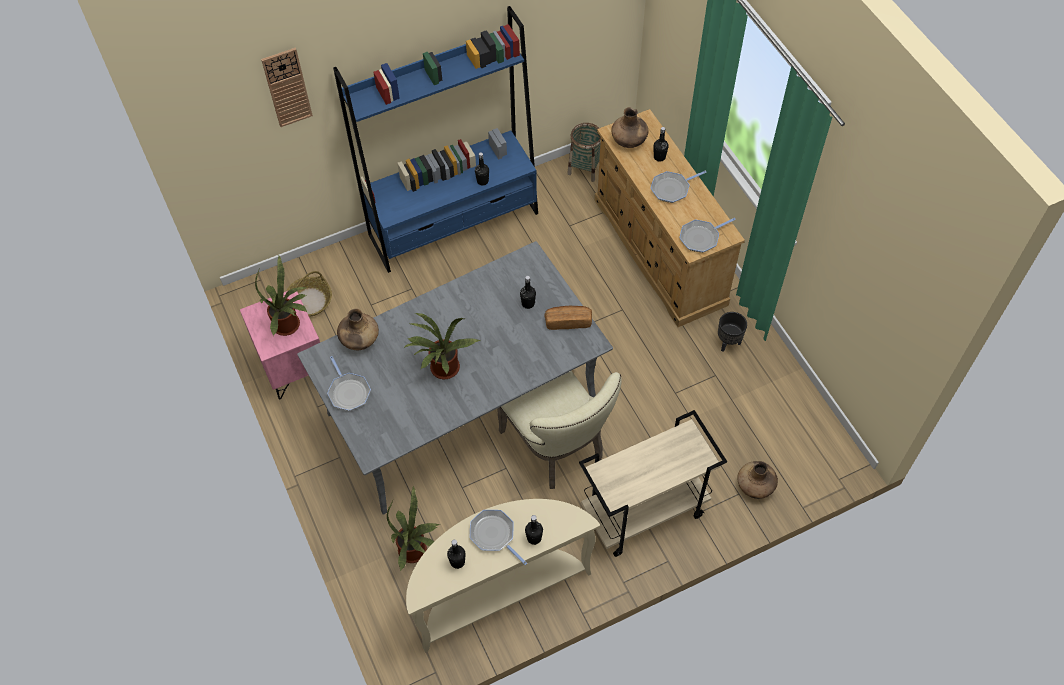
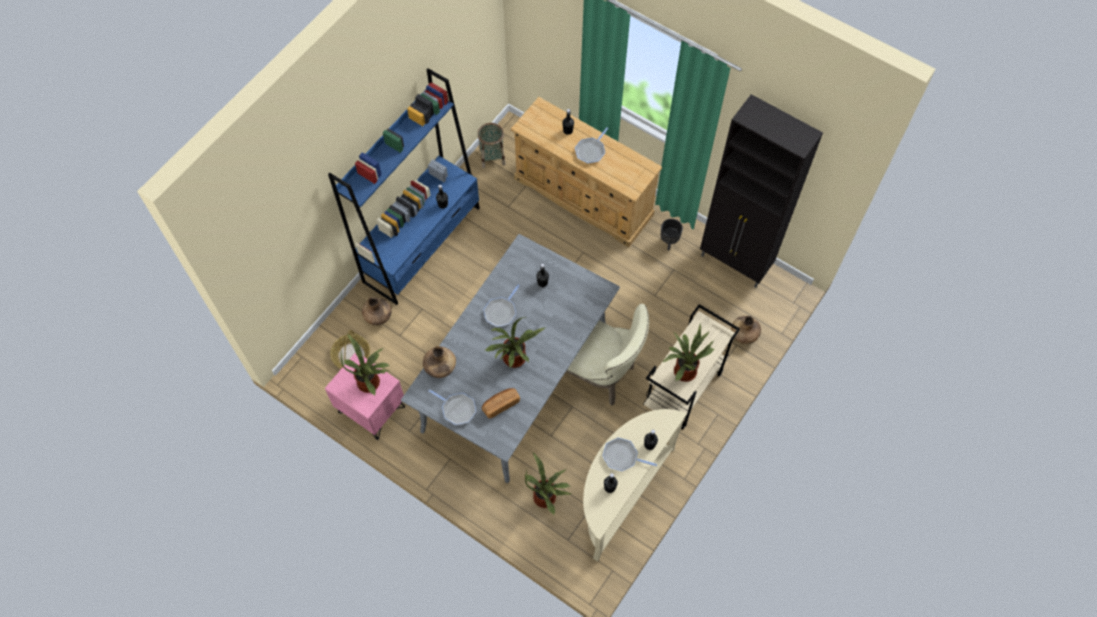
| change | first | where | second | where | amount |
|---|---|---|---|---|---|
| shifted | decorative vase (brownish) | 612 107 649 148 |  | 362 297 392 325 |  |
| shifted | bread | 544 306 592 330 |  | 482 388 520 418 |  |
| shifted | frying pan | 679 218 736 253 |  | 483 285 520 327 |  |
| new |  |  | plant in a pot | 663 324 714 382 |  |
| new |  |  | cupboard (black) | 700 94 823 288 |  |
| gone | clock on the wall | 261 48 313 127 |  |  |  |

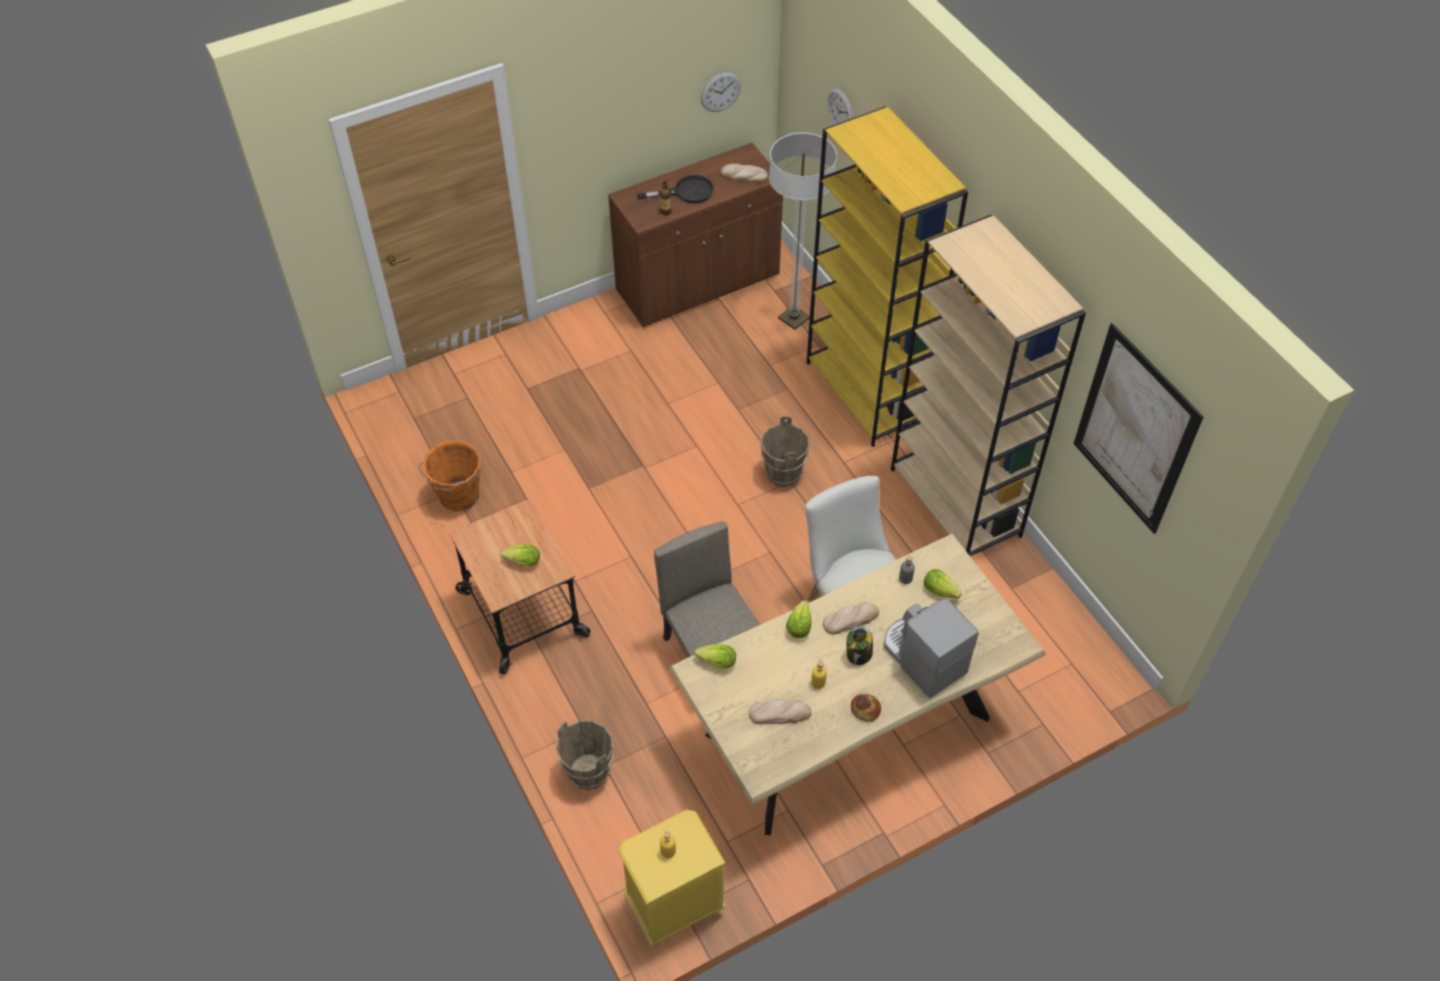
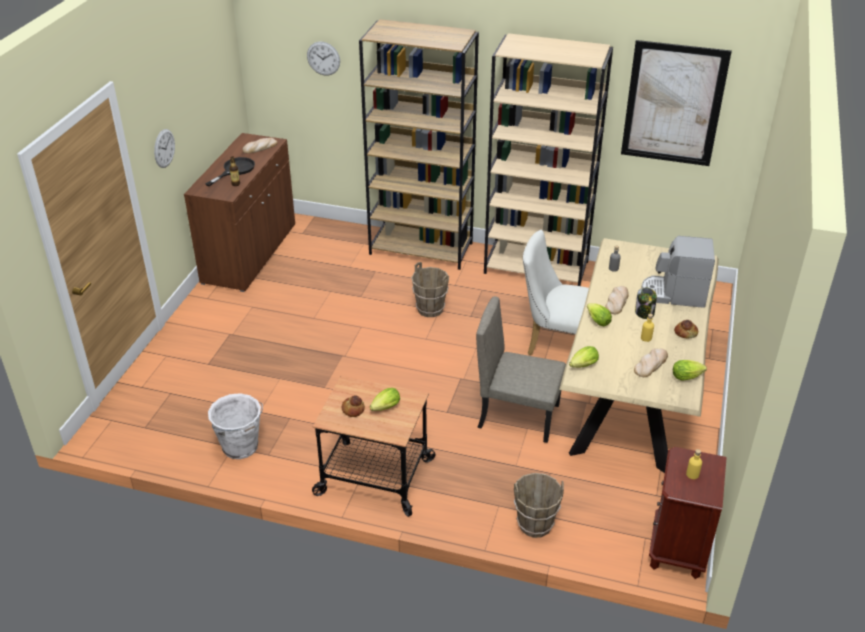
| change | first | where | second | where | amount |
|---|---|---|---|---|---|
| shifted | clock on the wall | 701 72 741 112 |  | 154 129 175 168 |  |
| repainted | bucket (orange) | 419 440 481 511 | bucket (white-coloured) | 208 393 263 459 |  |
| new |  |  | bread | 342 395 365 417 |  |
| repainted | bookcase (yellow) | 807 106 968 447 | bookcase (brownish) | 359 19 479 270 |  |
| repainted | night table (yellow) | 618 809 726 947 | night table (brownish) | 649 447 727 579 |  |
| shifted | lettuce | 924 569 962 599 |  | 673 360 707 380 |  |
| gone | standing lamp | 769 133 837 330 |  |  |  |

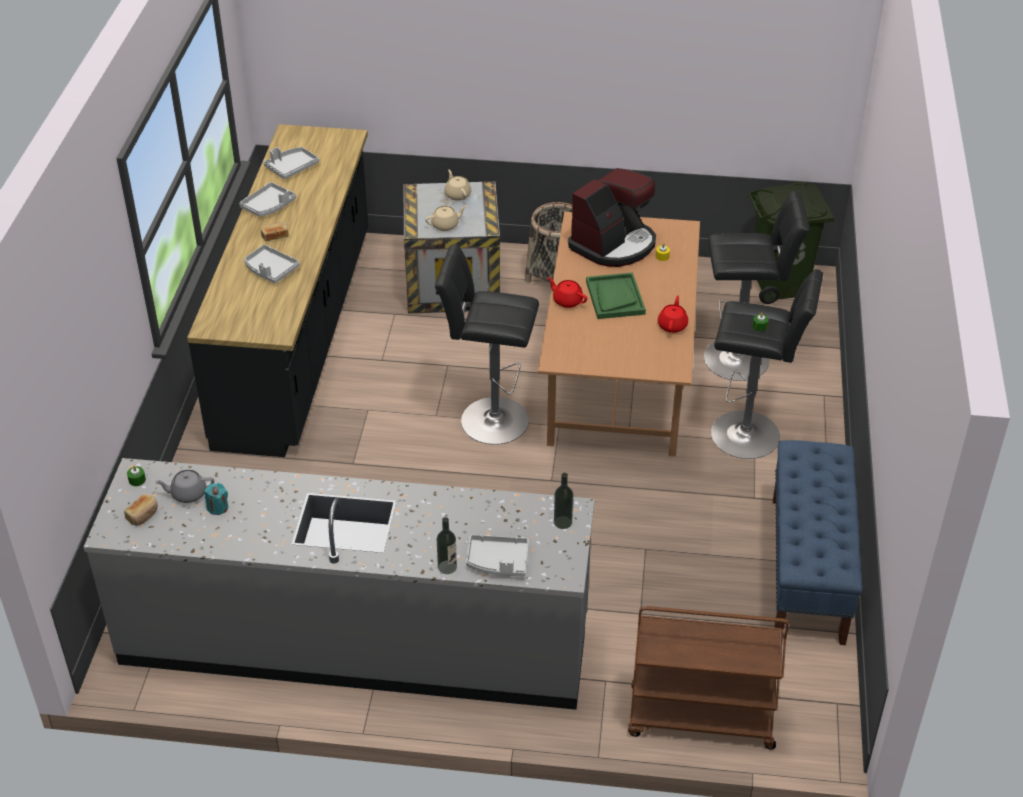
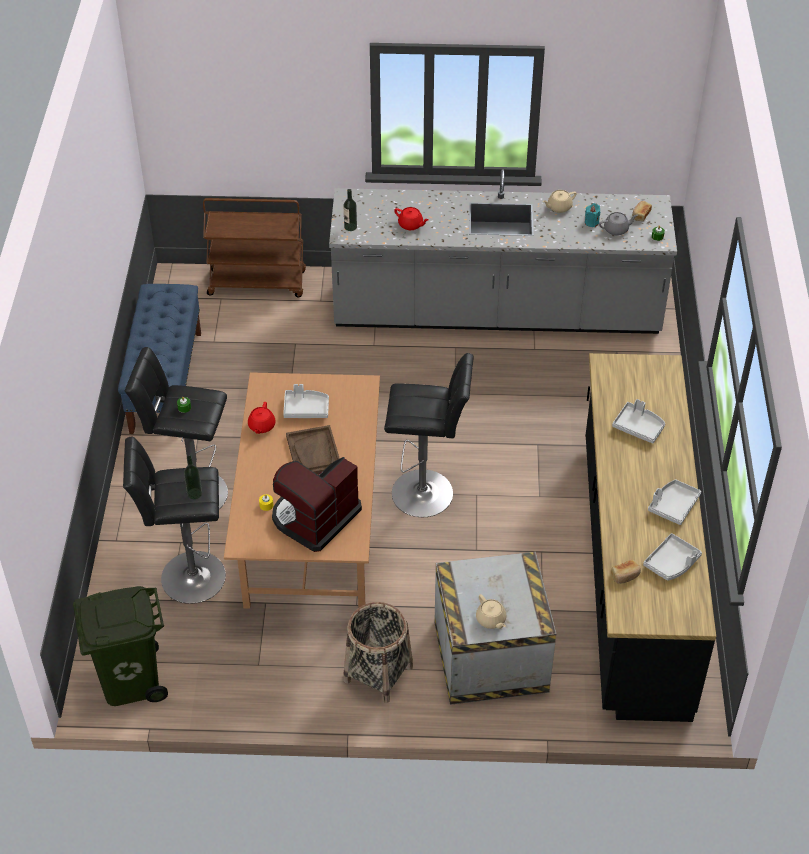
| change | first | where | second | where | amount |
|---|---|---|---|---|---|
| shifted | beverage bottle | 437 517 457 574 |  | 184 456 202 499 |  |
| shifted | serving tray (gray) | 466 535 529 577 |  | 283 384 329 418 |  |
| repainted | serving tray (greenish) | 586 272 646 319 | serving tray (brownish) | 286 425 340 475 |  |
| shifted | teapot (red-coloured) | 547 277 587 308 |  | 394 207 429 230 |  |
| shifted | teapot (beige-coloured) | 425 206 467 231 |  | 543 190 577 213 |  |
| shifted | bread | 261 222 289 241 |  | 611 559 641 584 |  |

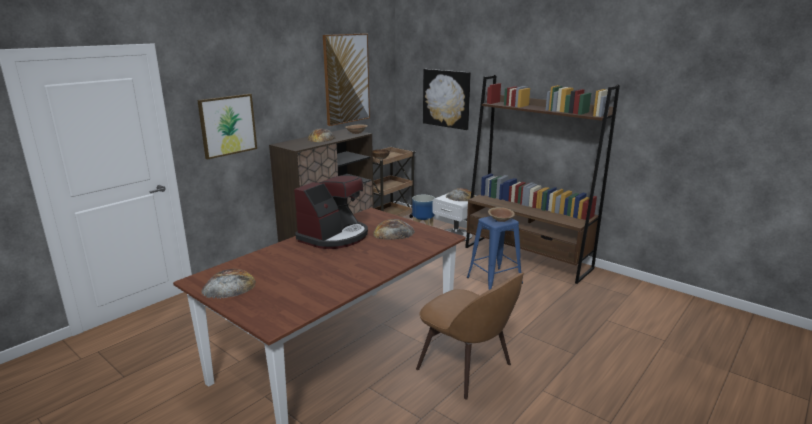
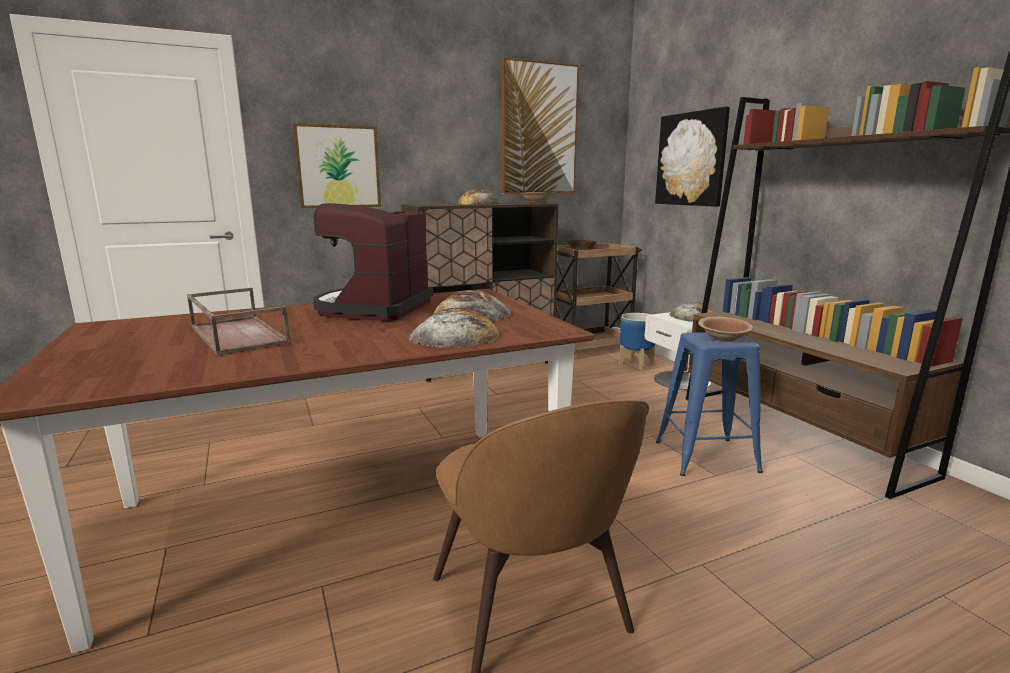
| change | first | where | second | where | amount |
|---|---|---|---|---|---|
| new |  |  | serving tray (brownish) | 187 288 291 355 |  |
| rotated | coffee brewer | 294 176 368 249 |  | 313 203 433 321 | 135 degrees clockwise |
| shifted | bread | 201 269 256 299 |  | 409 308 499 348 |  |

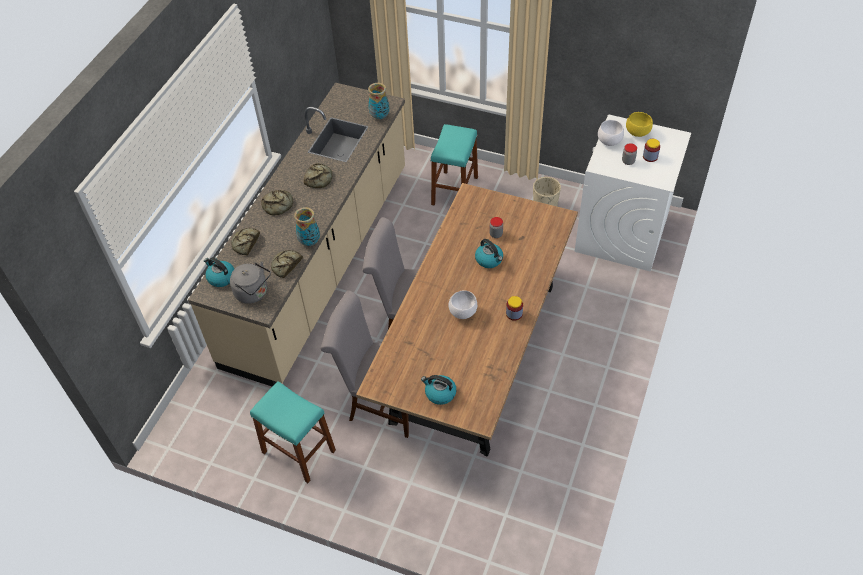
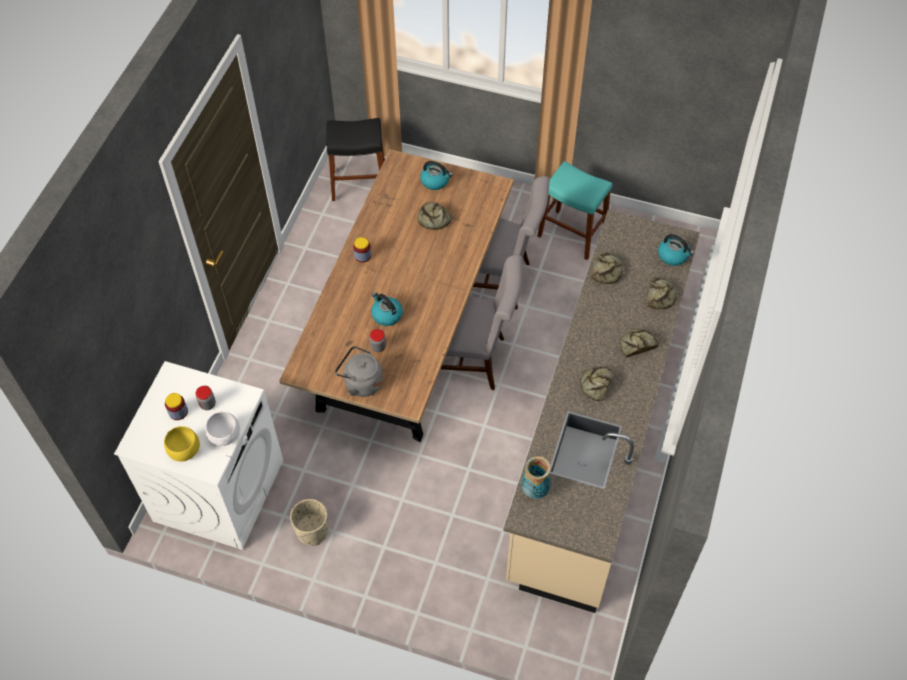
| change | first | where | second | where | amount |
|---|---|---|---|---|---|
| new |  |  | stool (black) | 326 118 385 201 |  |
| shifted | tea kettle (gray) | 230 262 271 304 |  | 335 346 383 397 |  |
| new |  |  | bread | 418 202 452 230 |  |
| gone | decorative vase | 294 207 320 246 |  |  |  |
| gone | stool (turquoise) | 431 124 478 206 |  |  |  |
| gone | bowl (white-coloured) | 448 290 477 319 |  |  |  |

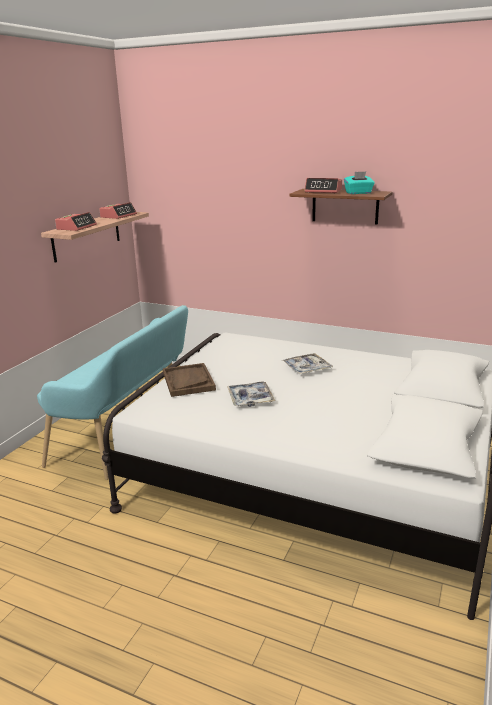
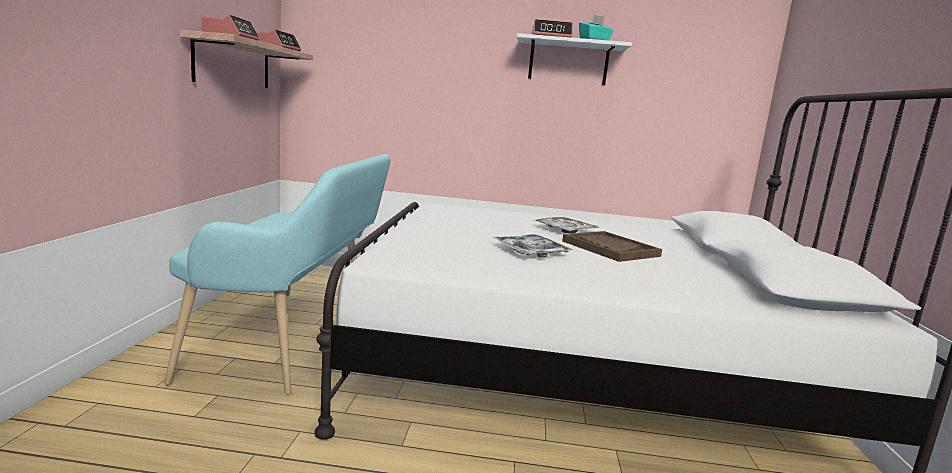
| change | first | where | second | where | amount |
|---|---|---|---|---|---|
| repainted | bracket shelf (brownish) | 290 189 392 225 | bracket shelf (white-coloured) | 517 33 632 85 |  |
| shifted | serving tray (brownish) | 163 363 216 397 |  | 562 231 662 262 |  |

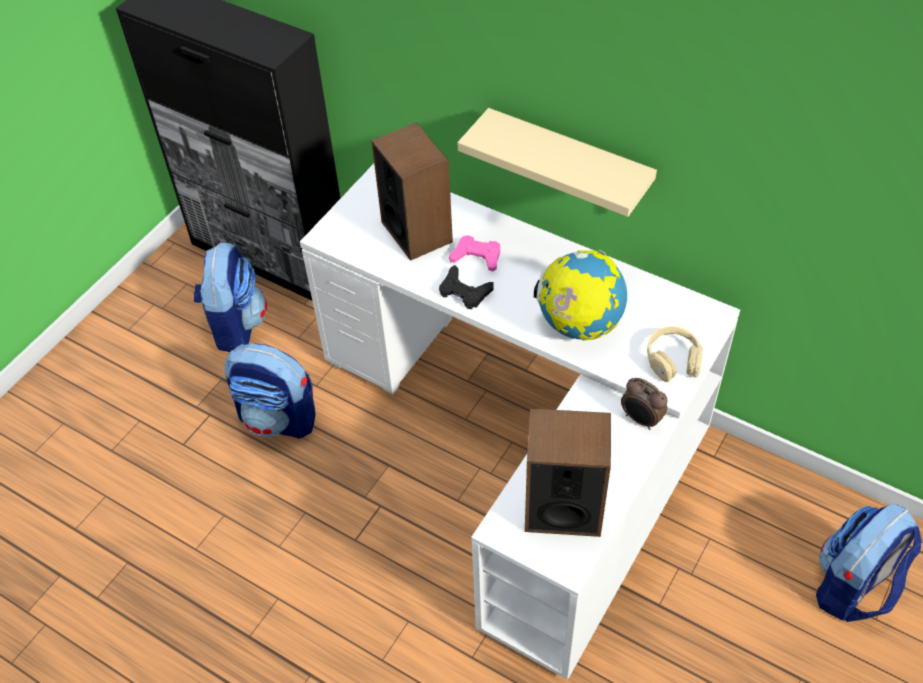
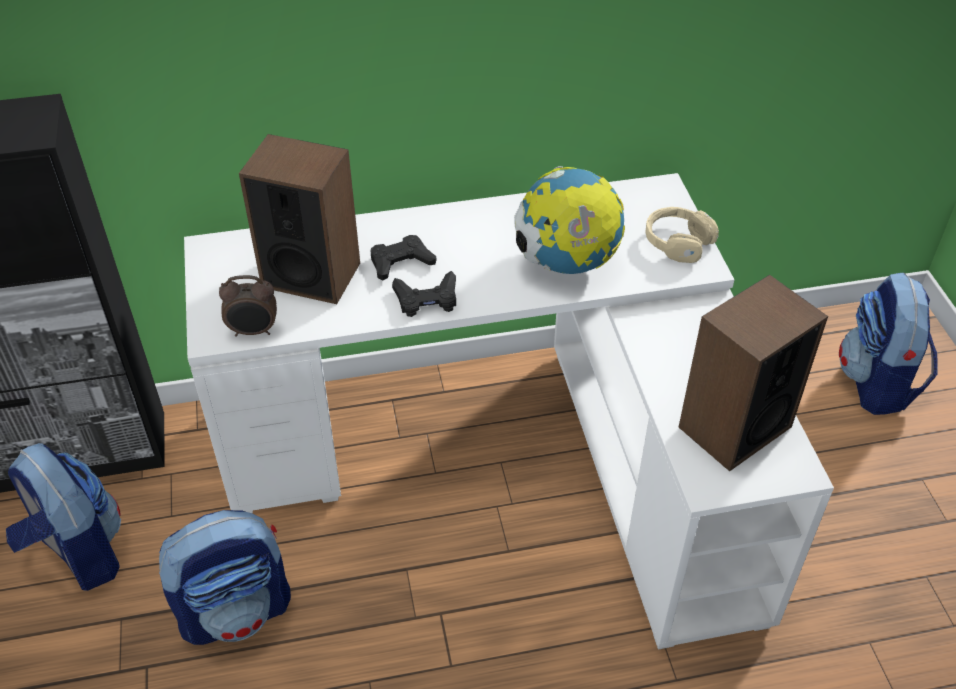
| change | first | where | second | where | amount |
|---|---|---|---|---|---|
| shifted | table clock | 621 378 668 430 |  | 219 275 277 337 |  |
| repainted | game controller (pink-coloured) | 449 235 500 272 | game controller (black) | 371 235 436 280 |  |
| gone | bracket shelf (beige-coloured) | 458 108 657 217 |  |  |  |

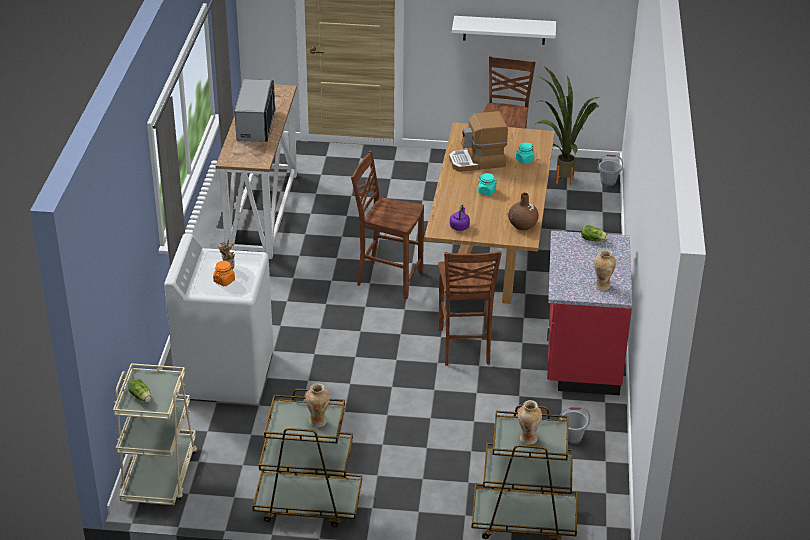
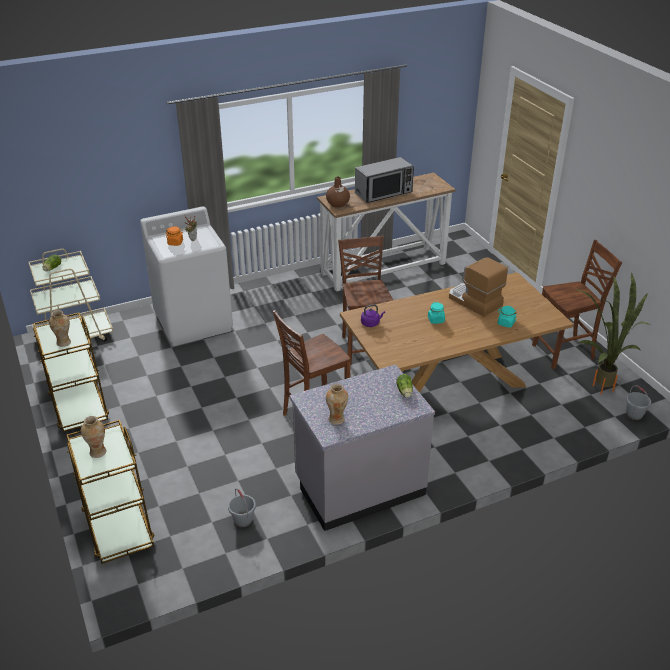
| change | first | where | second | where | amount |
|---|---|---|---|---|---|
| repainted | counter (red-coloured) | 547 231 632 395 | counter (gray) | 290 364 435 531 |  |
| shifted | decorative vase (brownish) | 508 193 539 230 |  | 326 177 350 208 |  |
| gone | bracket shelf (white-coloured) | 452 16 556 45 |  |  |  |

